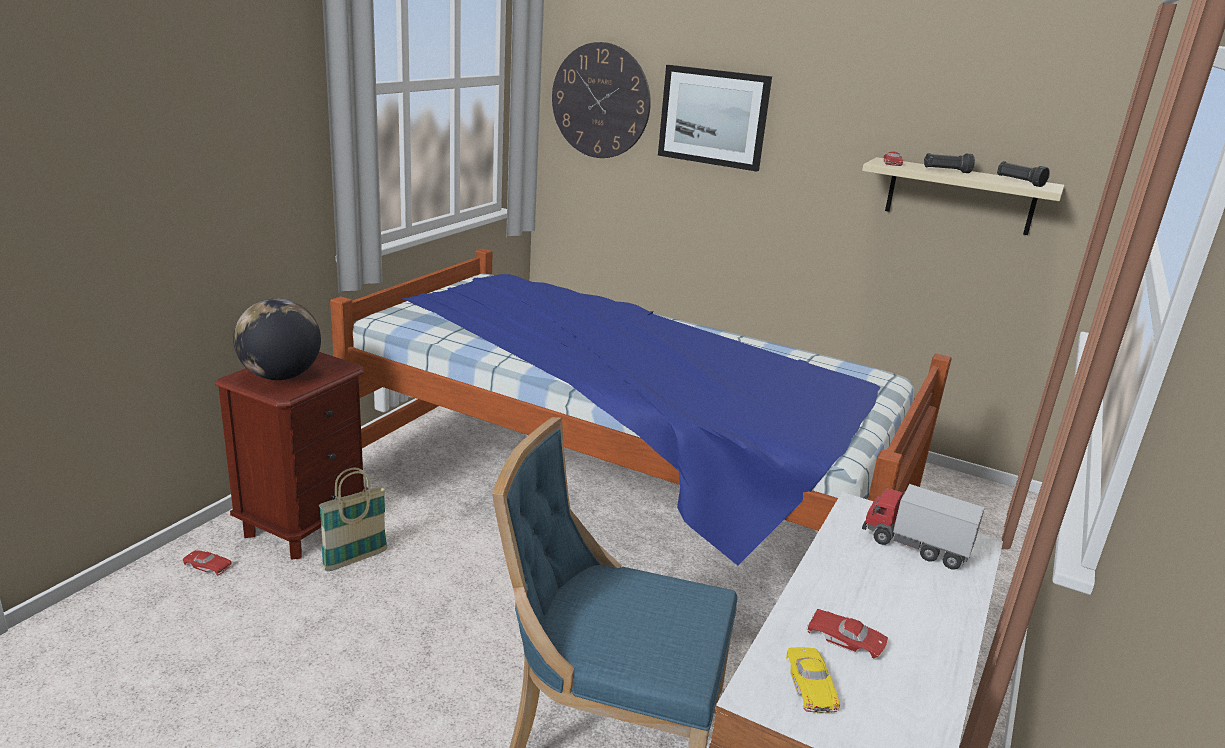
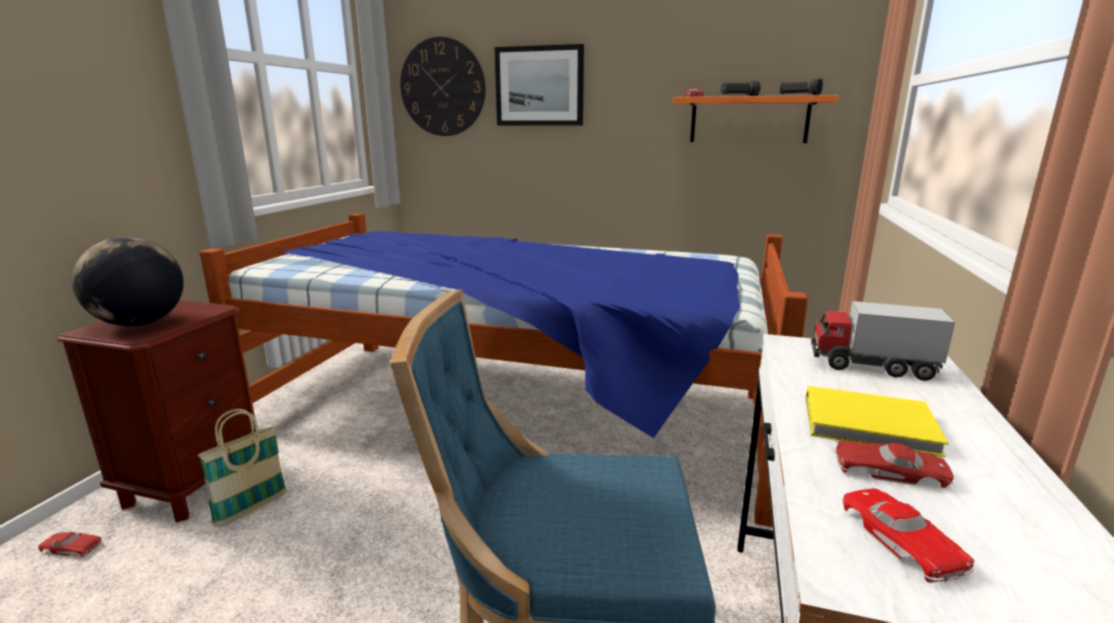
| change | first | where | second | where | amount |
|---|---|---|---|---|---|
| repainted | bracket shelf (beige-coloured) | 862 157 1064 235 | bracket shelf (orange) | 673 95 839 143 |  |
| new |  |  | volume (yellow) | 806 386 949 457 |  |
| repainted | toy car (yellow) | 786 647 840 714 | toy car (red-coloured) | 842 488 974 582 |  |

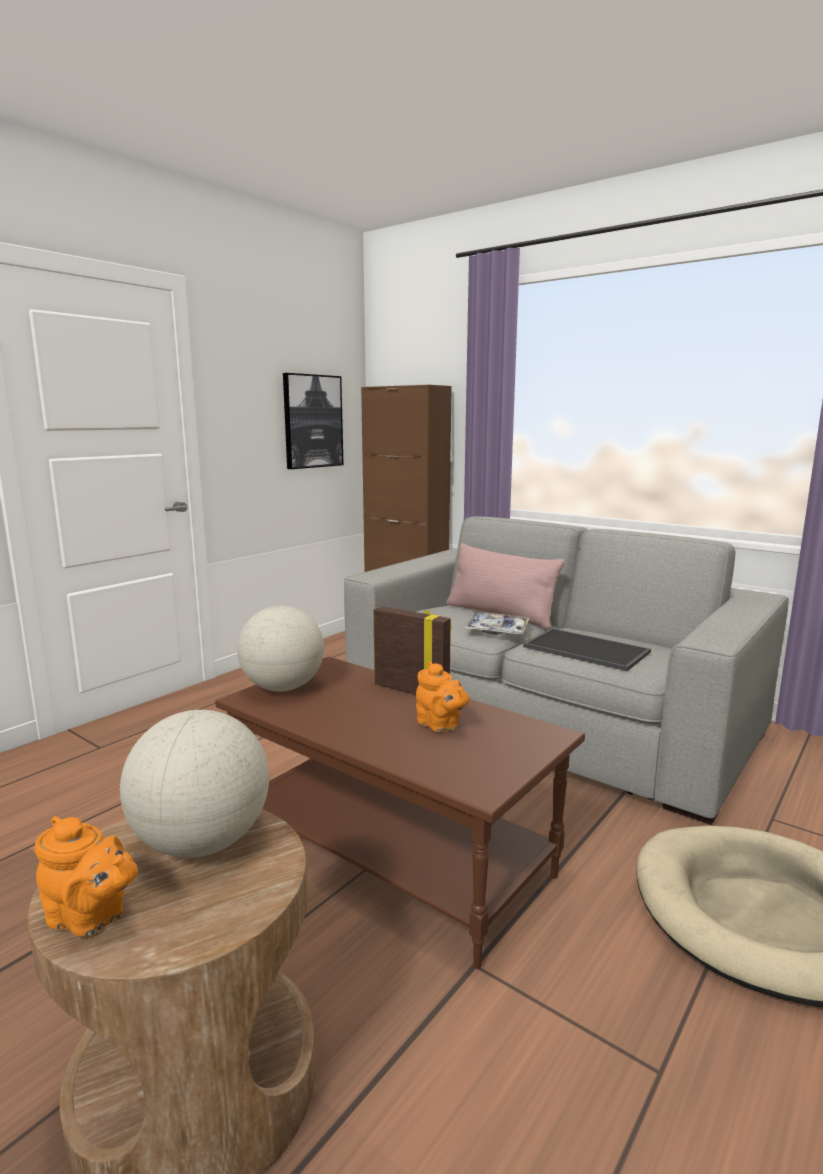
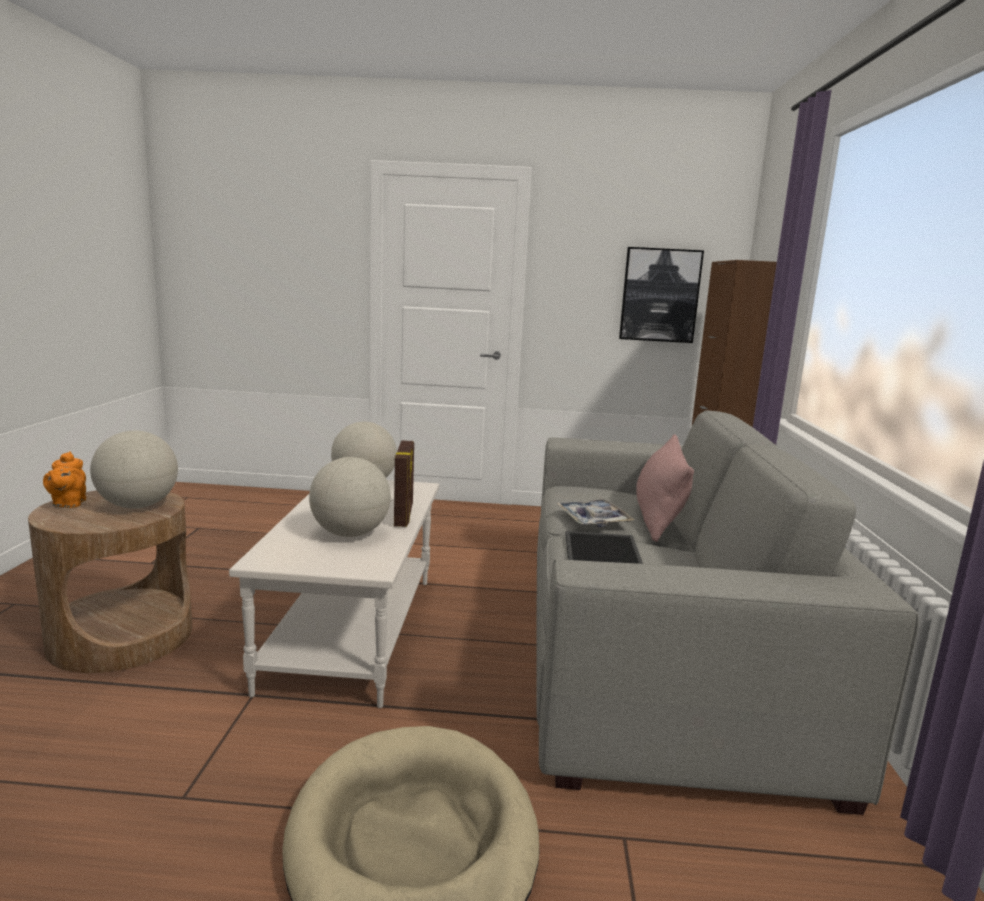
| change | first | where | second | where | amount |
|---|---|---|---|---|---|
| repainted | coffee table (brownish) | 215 656 585 969 | coffee table (white-coloured) | 229 480 439 708 |  |
| swapped | teapot (orange) | 416 661 470 732 | world globe | 309 457 391 537 |  |

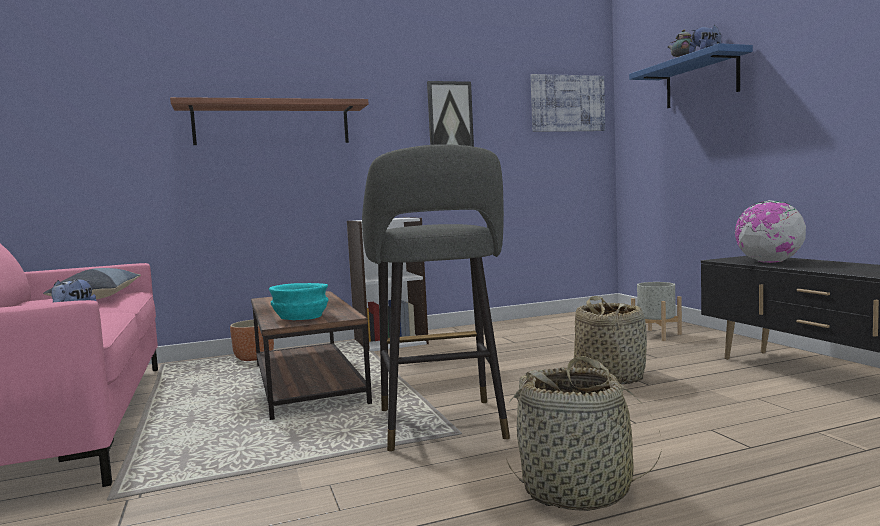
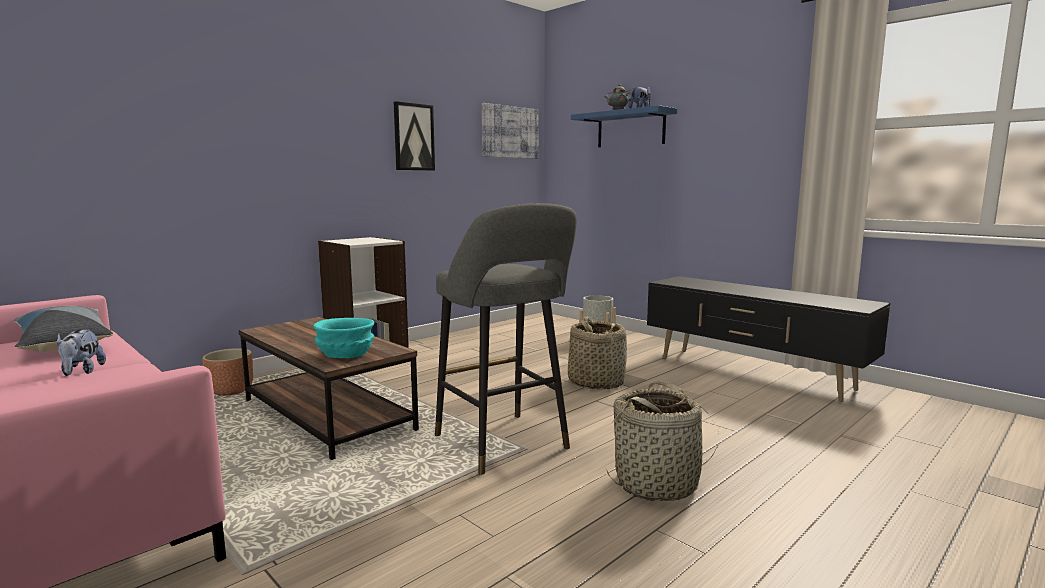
| change | first | where | second | where | amount |
|---|---|---|---|---|---|
| gone | bracket shelf | 170 97 368 145 |  |  |  |
| gone | world globe | 735 200 806 263 |  |  |  |

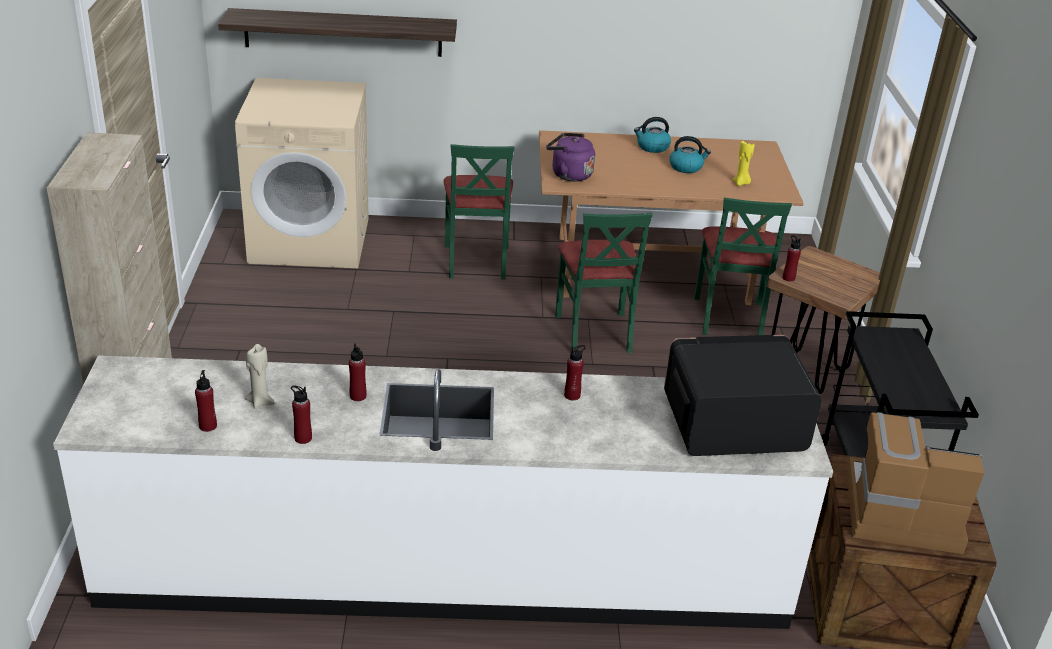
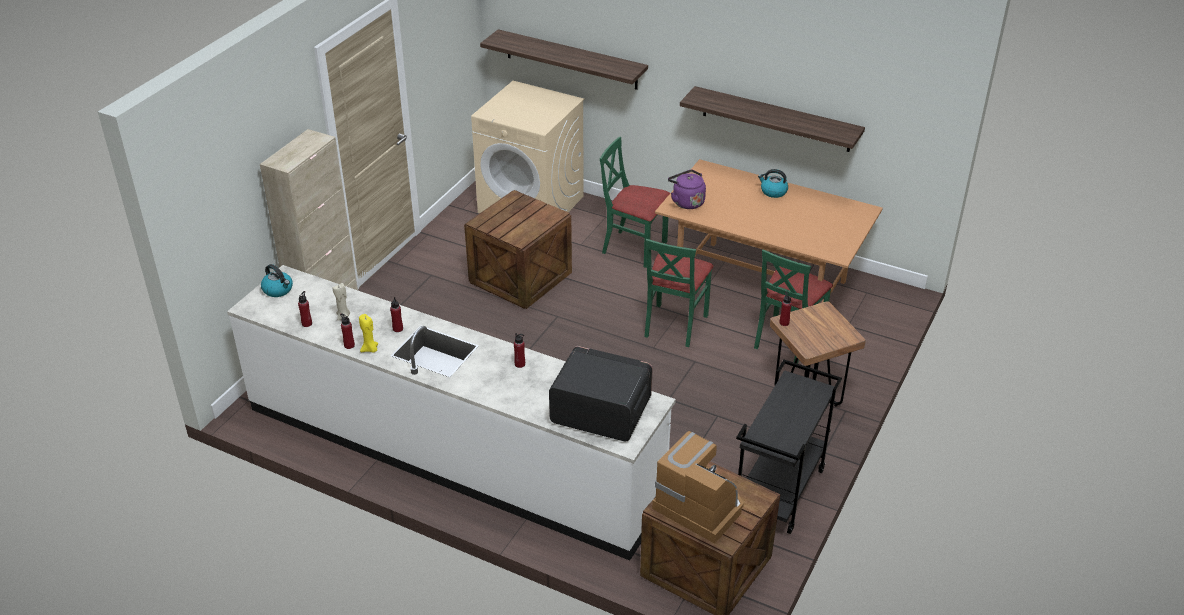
| change | first | where | second | where | amount |
|---|---|---|---|---|---|
| shifted | tea kettle | 669 136 711 173 |  | 261 264 293 297 |  |
| shifted | wax light (yellow) | 733 141 754 186 |  | 359 314 378 353 |  |
| new |  |  | crate | 464 190 572 309 |  |
| rotated | plain chair (greenish) | 444 144 514 280 |  | 600 137 670 268 | 90 degrees clockwise |
| new |  |  | bracket shelf | 680 86 865 152 |  |

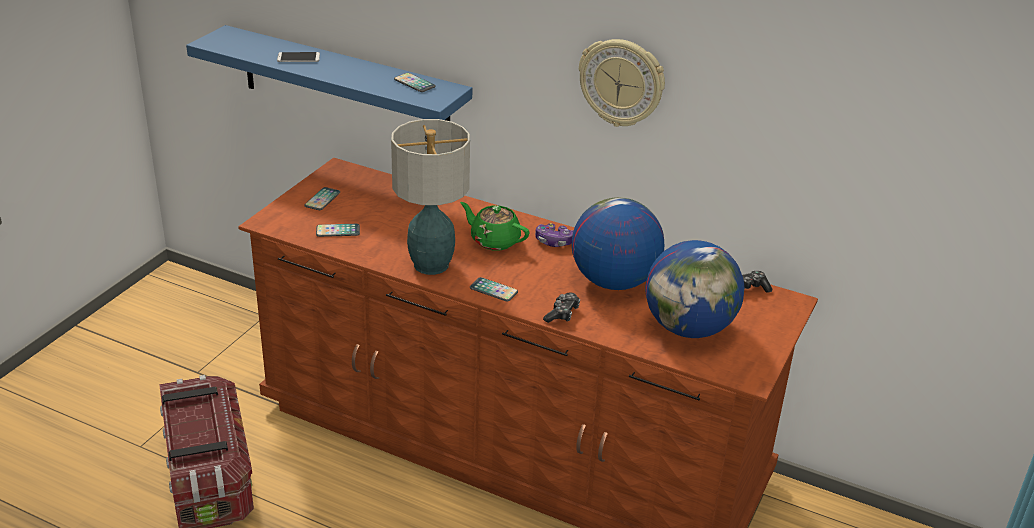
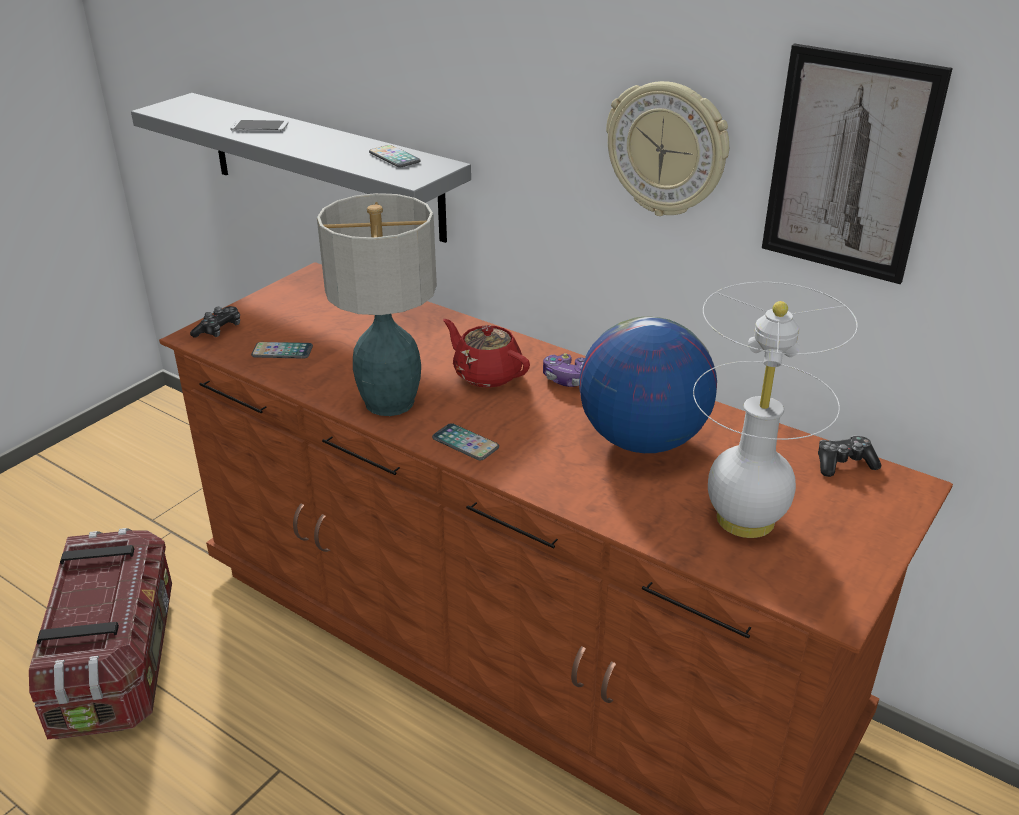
| change | first | where | second | where | amount |
|---|---|---|---|---|---|
| repainted | bracket shelf (bluish) | 186 25 472 121 | bracket shelf (gray) | 131 93 471 243 |  |
| shifted | game controller | 543 293 580 323 |  | 190 306 240 338 |  |
| repainted | teapot (greenish) | 460 202 529 251 | teapot (red-coloured) | 443 319 530 388 |  |
| swapped | world globe | 645 240 744 338 | table lamp (white-coloured) | 693 282 858 538 |  |
| new |  |  | wall picture | 762 44 953 284 |  |
| gone | phone | 304 187 340 210 |  |  |  |

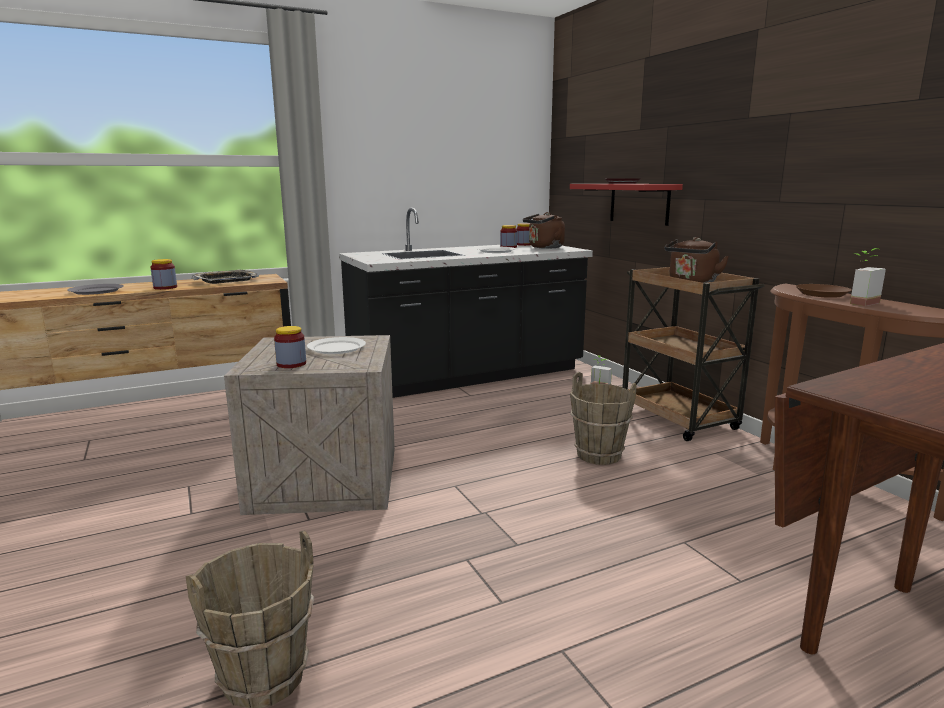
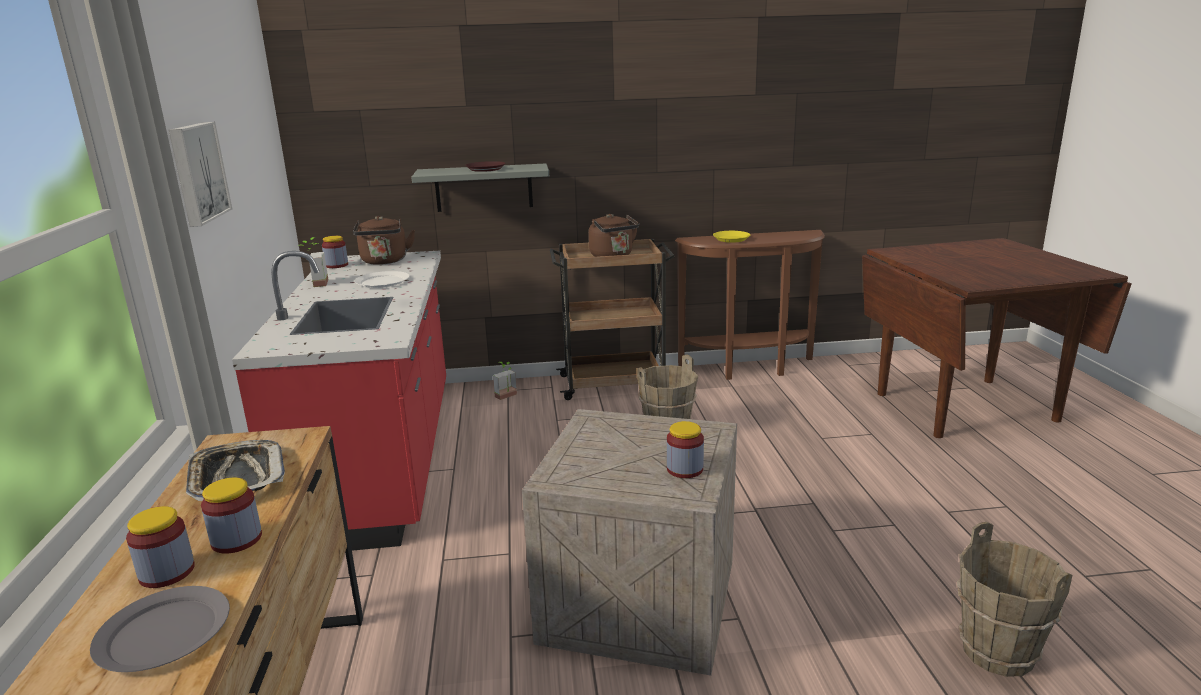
| change | first | where | second | where | amount |
|---|---|---|---|---|---|
| shifted | preserve jar | 500 225 517 248 |  | 126 506 195 588 |  |
| new |  |  | wall picture | 169 122 232 227 |  |
| repainted | counter (black) | 339 208 593 398 | counter (red-coloured) | 232 251 446 551 |  |
| shifted | plant in a pot | 850 248 886 306 |  | 297 237 328 287 |  |
| repainted | bracket shelf (red-coloured) | 570 184 683 226 | bracket shelf (gray) | 411 163 549 212 |  |
| repainted | dinner plate (brownish) | 796 284 852 298 | dinner plate (yellow) | 713 231 751 243 |  |
| gone | dinner plate (white-coloured) | 307 337 366 354 |  |  |  |

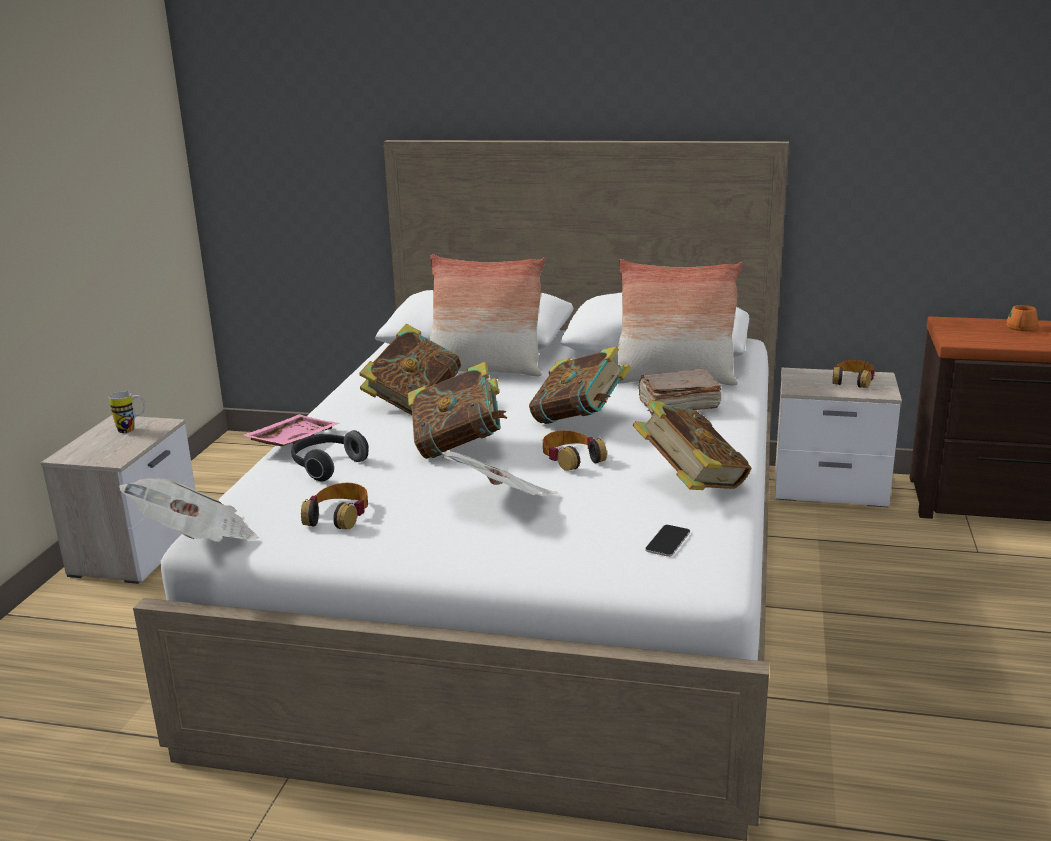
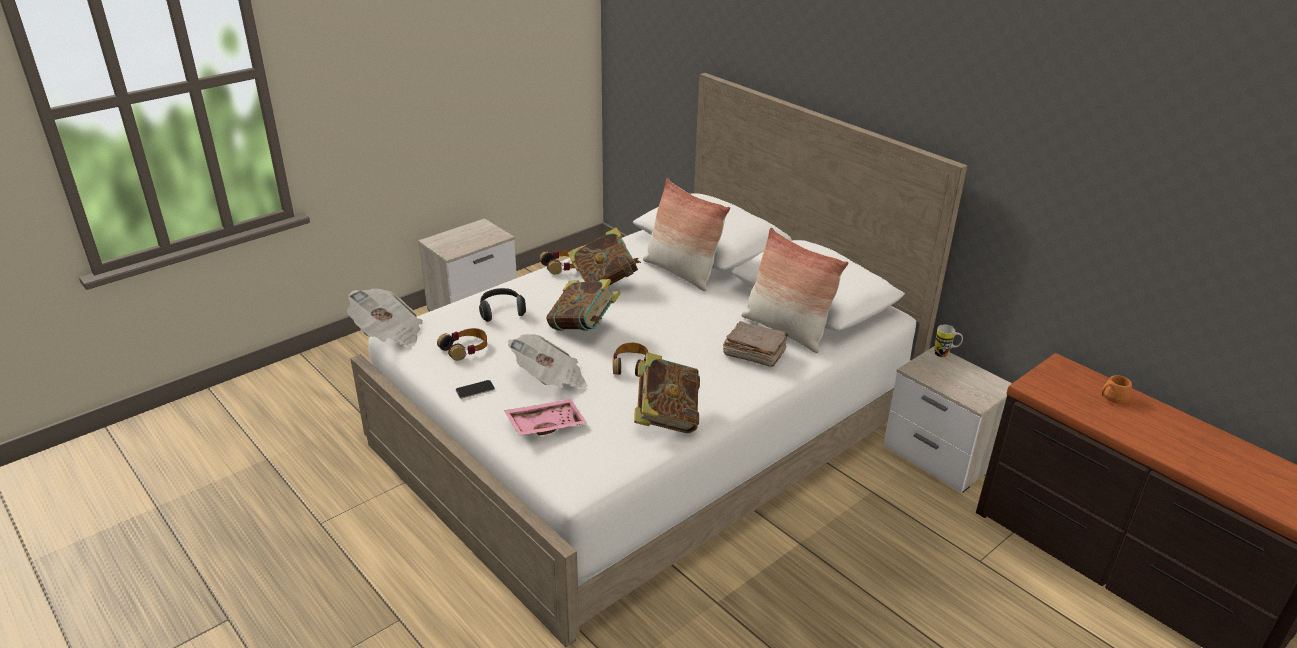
| change | first | where | second | where | amount |
|---|---|---|---|---|---|
| shifted | phone | 645 525 690 557 |  | 455 380 495 399 |  |
| shifted | serving tray (pink-coloured) | 242 414 340 446 |  | 504 399 587 435 |  |
| shifted | pair of headphones | 832 360 875 388 |  | 539 250 575 275 |  |
| shifted | coffee mug | 109 391 145 433 |  | 935 325 963 357 |  |
| gone | volume | 529 346 631 424 |  |  |  |

